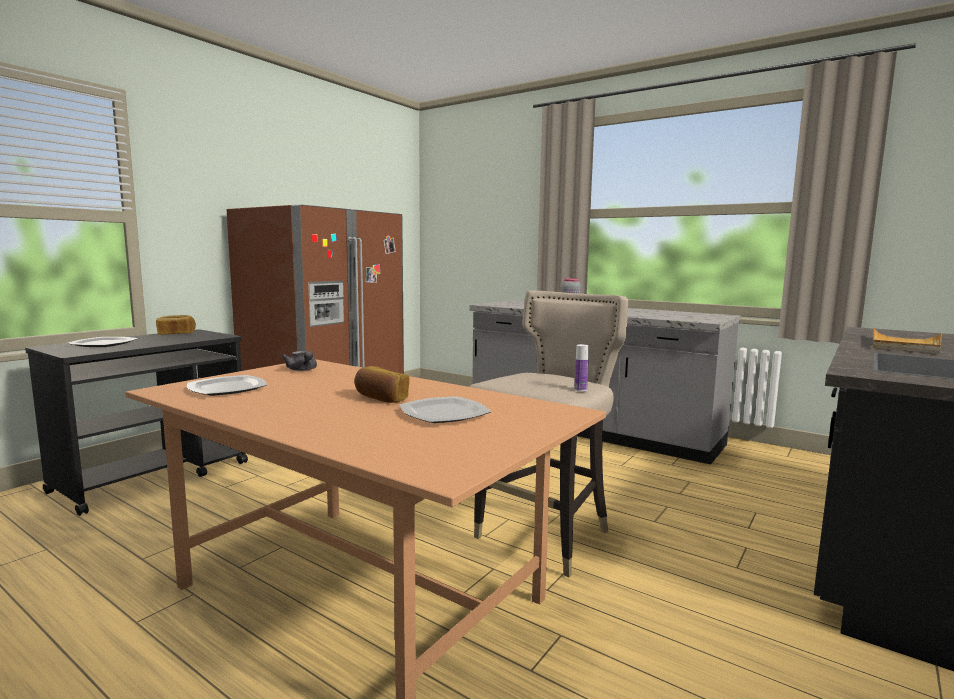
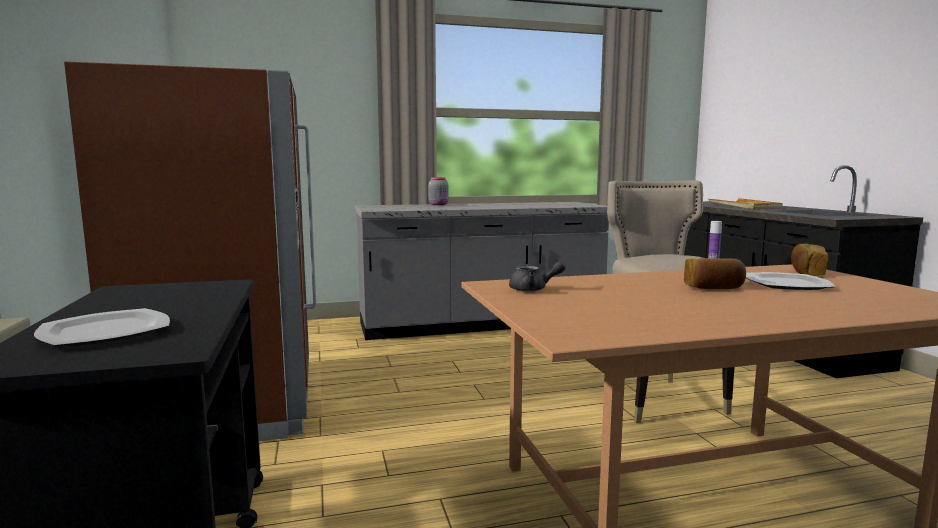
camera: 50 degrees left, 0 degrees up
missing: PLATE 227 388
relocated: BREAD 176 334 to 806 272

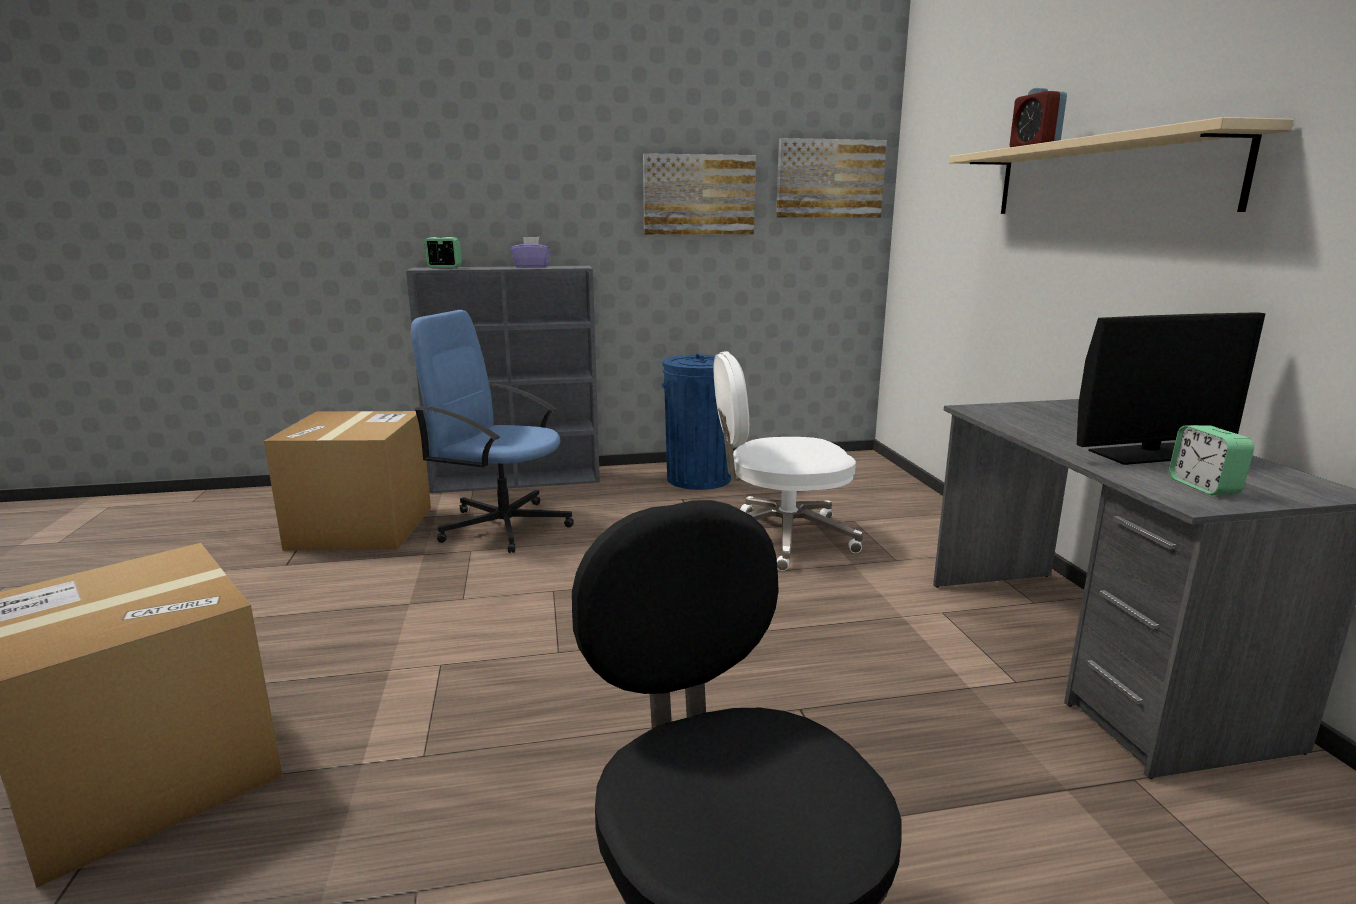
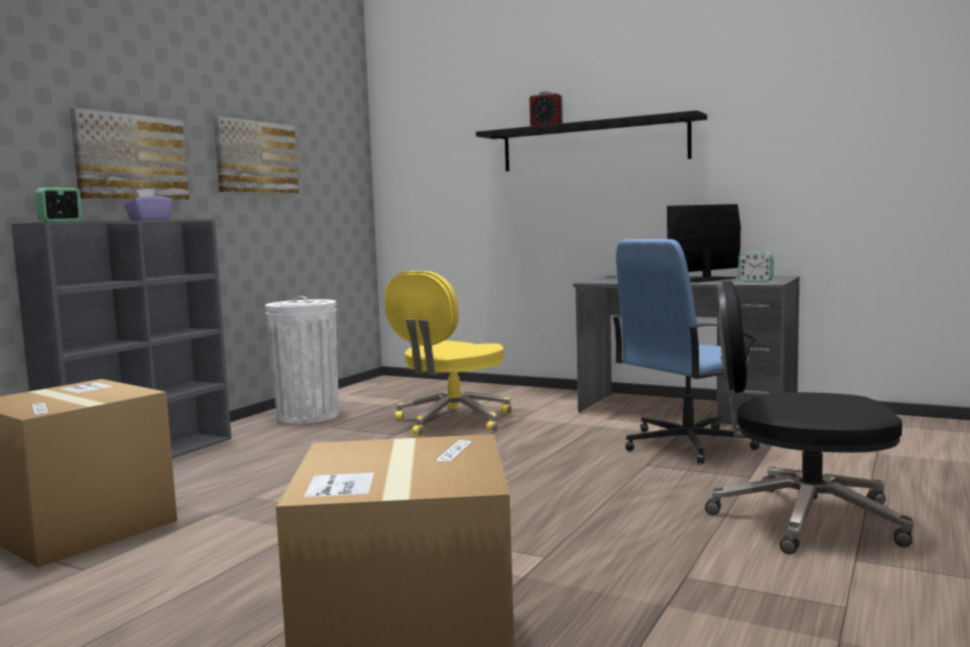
camera: 50 degrees left, 10 degrees down
relocated: WALL ART 829 179 to 131 157; BLUISH DESK CHAIR 503 525 to 685 444
colour: SAND-COLOURED WALL SHELF 1104 178 to BLACK WALL SHELF 593 145; WHITE DESK CHAIR 780 538 to YELLOW DESK CHAIR 452 422; BLUISH WASTE BIN 698 478 to WHITE WASTE BIN 308 415
spun: COMPUTER DISPLAY 1149 454 = 706 279 150 degrees counterclockwise

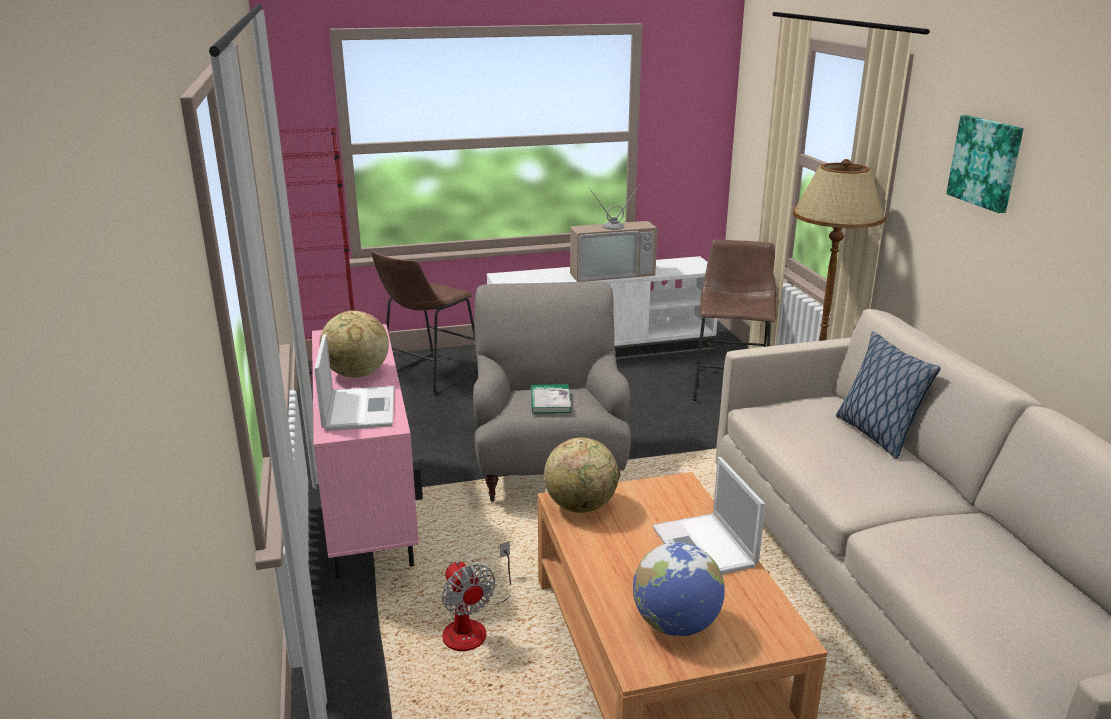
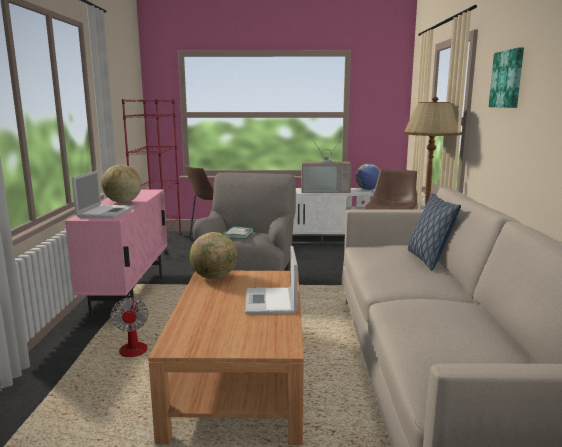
camera: 15 degrees right, 10 degrees down
relocated: DESK GLOBE 675 624 to 368 189

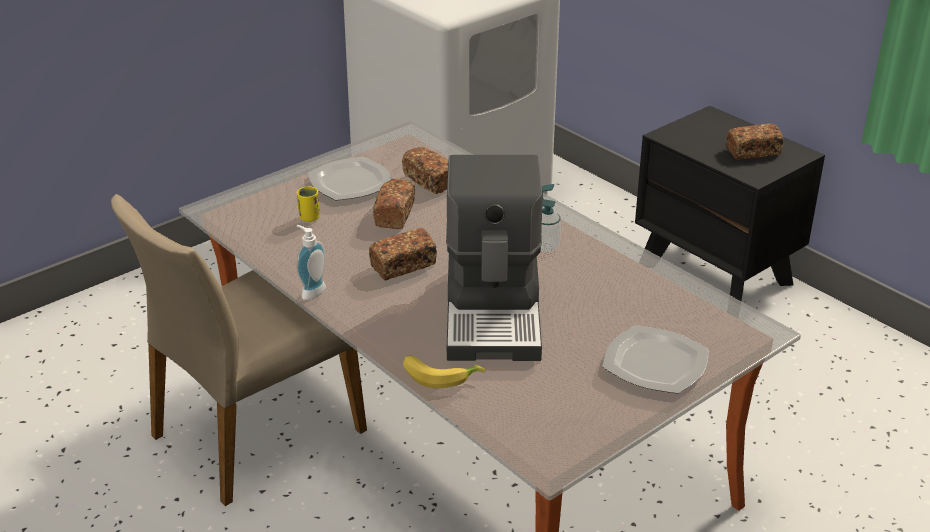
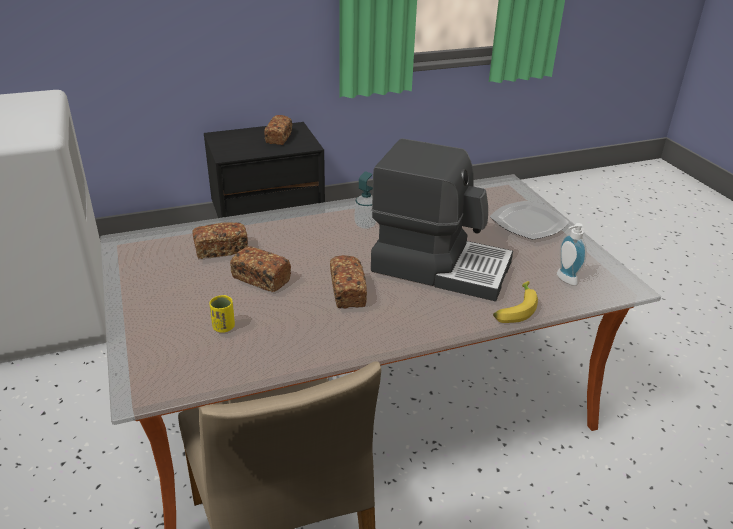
camera: 70 degrees left, 0 degrees up
missing: PLATE 350 182
relocated: SOAP DISPENSER 311 291 to 564 279

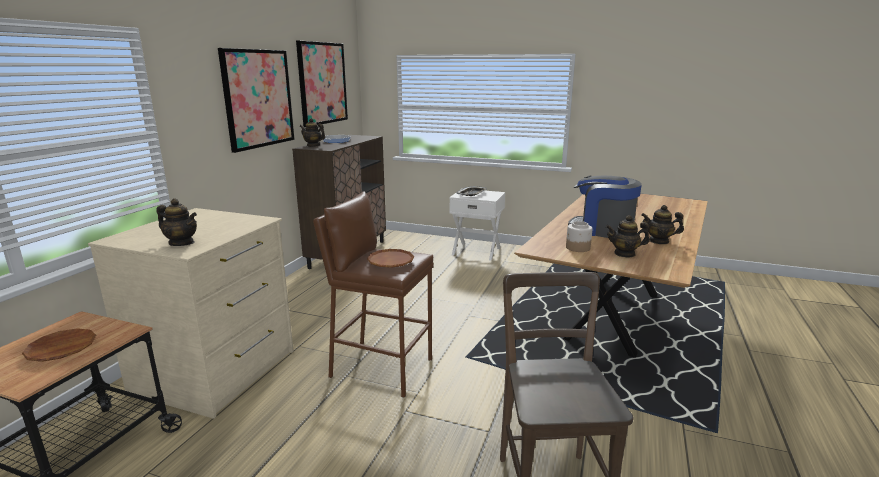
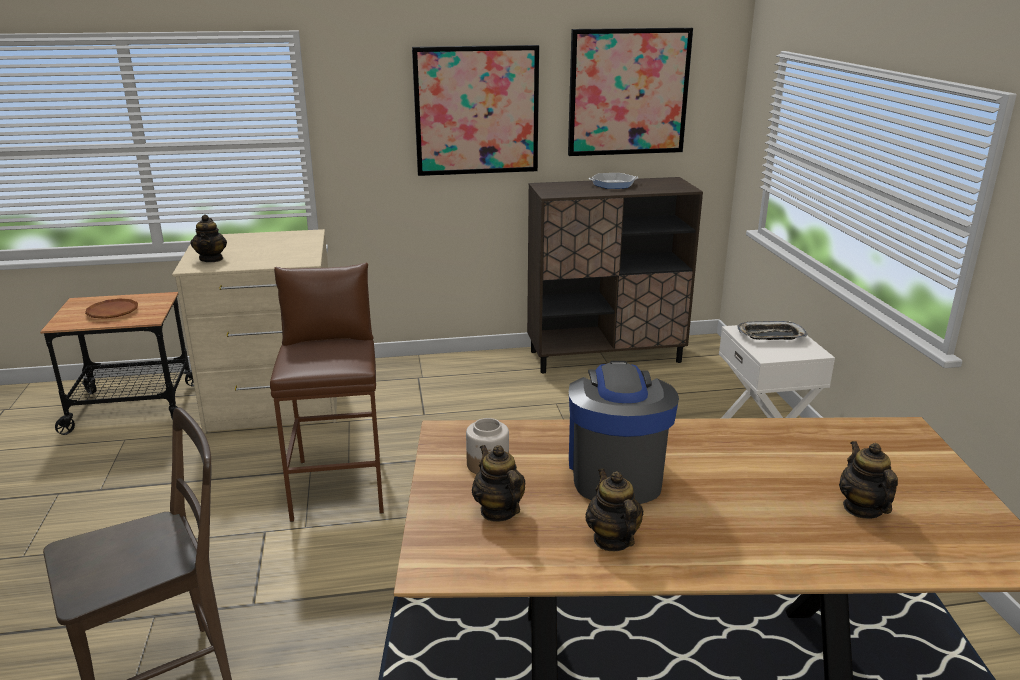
camera: 60 degrees right, 5 degrees up
missing: BROWNISH PLATE 390 261
relocated: TEAPOT 313 145 to 862 508

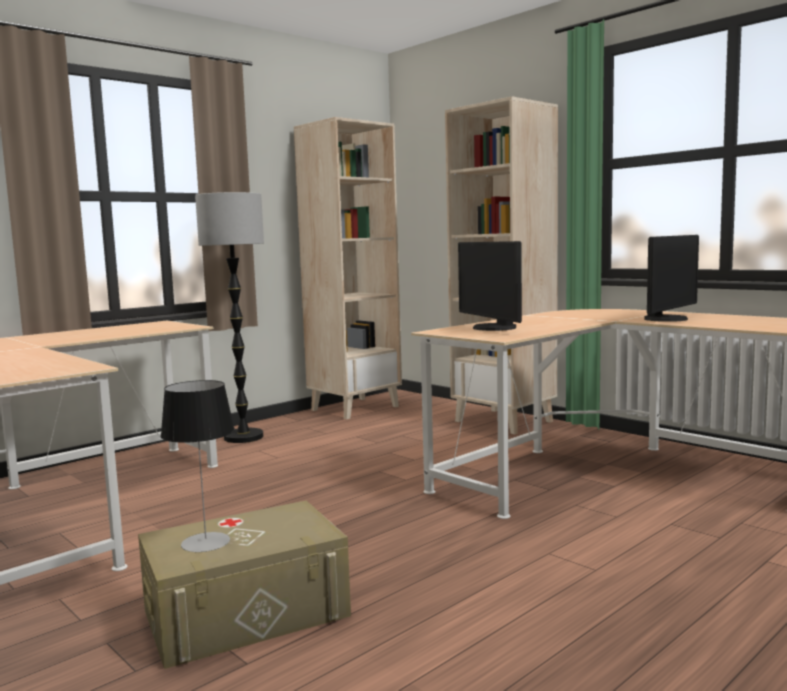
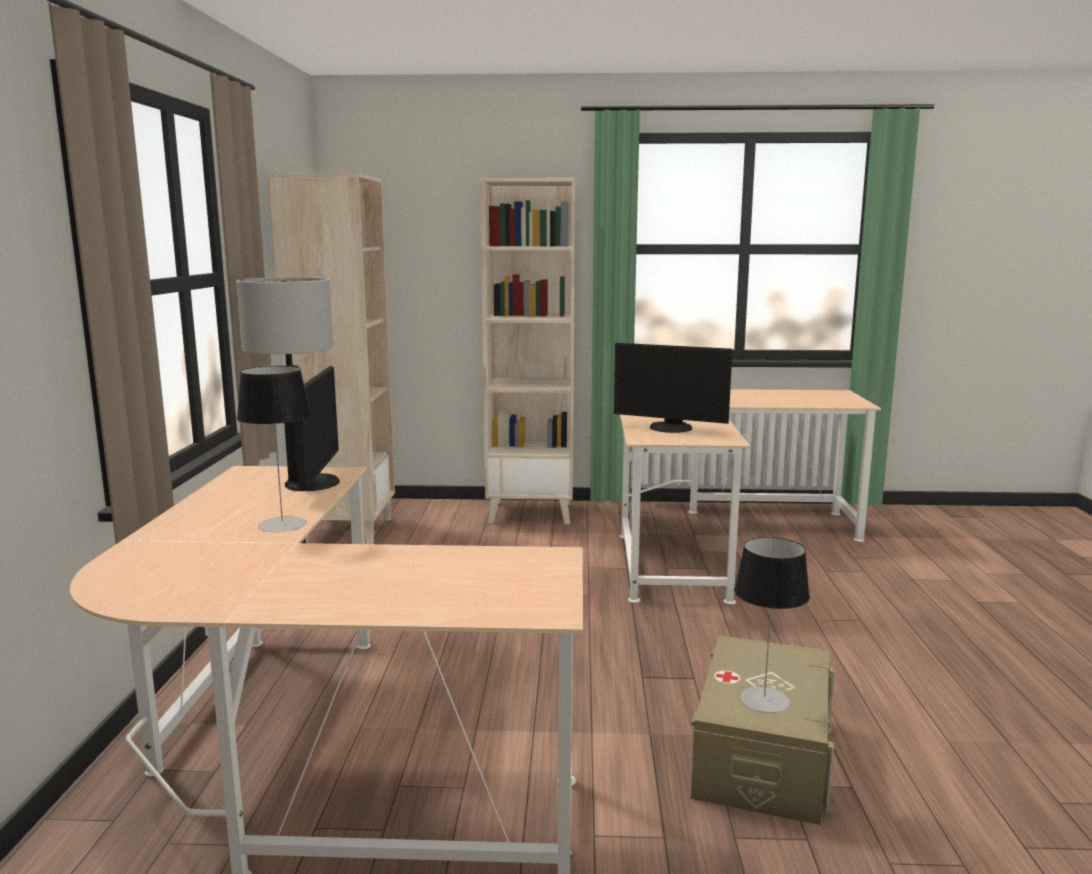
camera: 45 degrees left, 5 degrees up
appeared: TABLE LAMP 282 525
relocated: COMPUTER DISPLAY 668 319 to 315 483

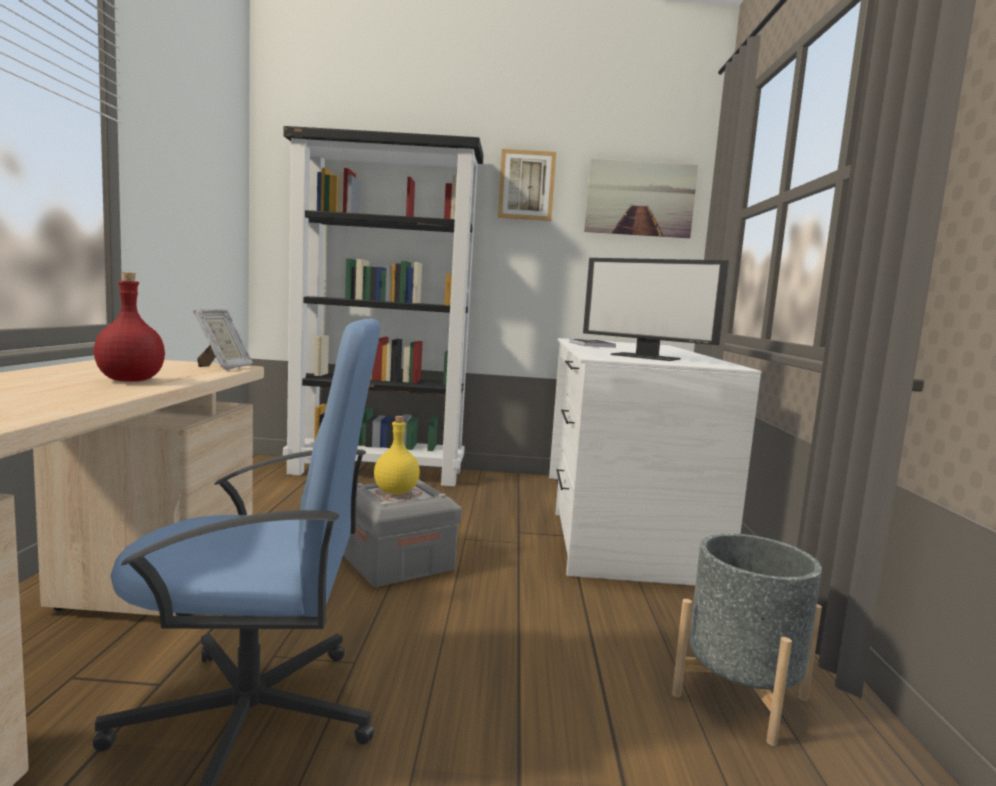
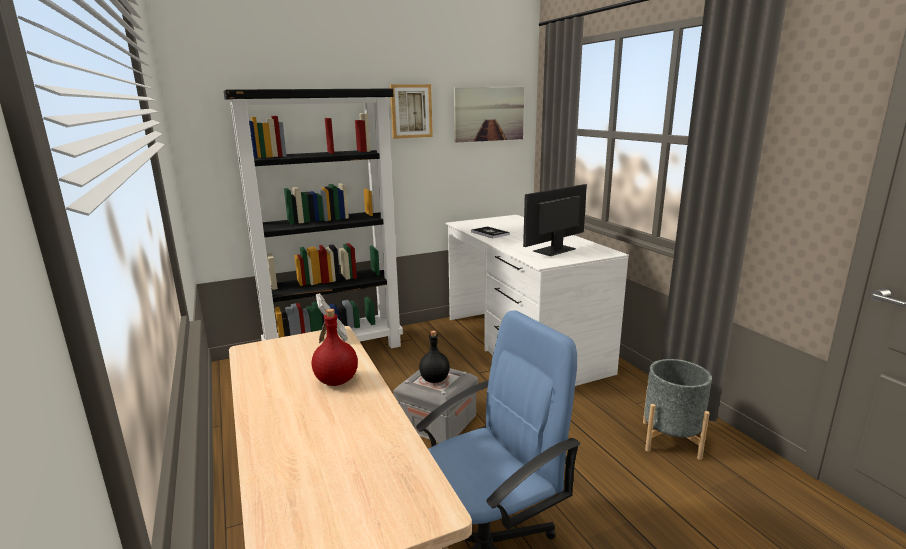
camera: 25 degrees left, 10 degrees up
colour: YELLOW BEVERAGE BOTTLE 396 492 to BLACK BEVERAGE BOTTLE 435 379
spun: COMPUTER DISPLAY 646 357 = 554 250 135 degrees clockwise

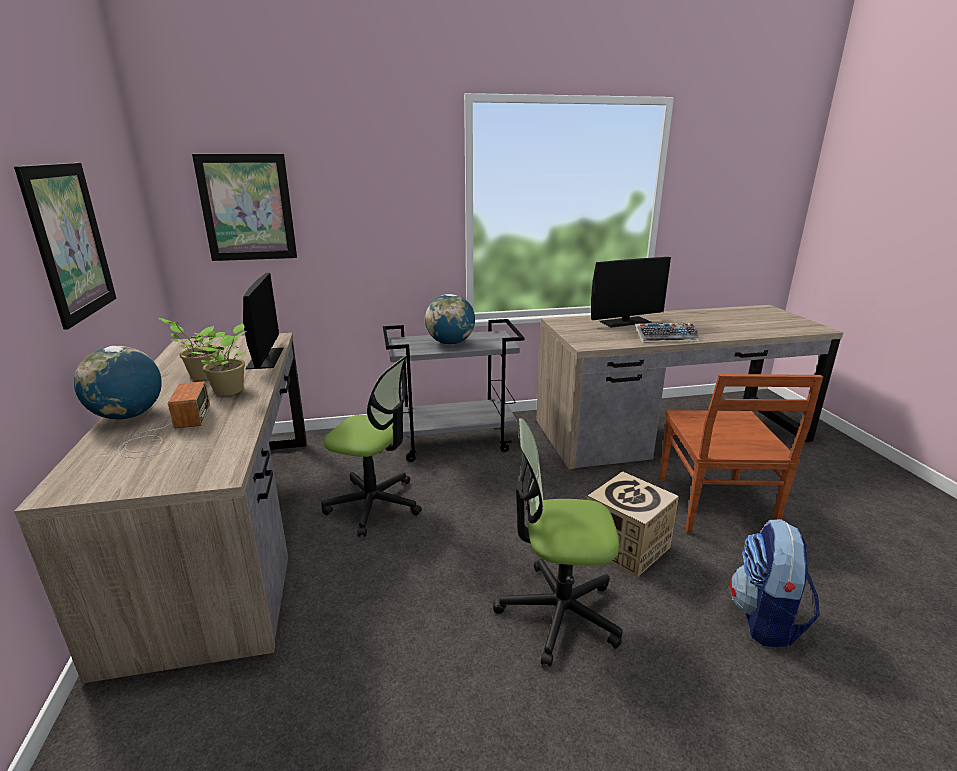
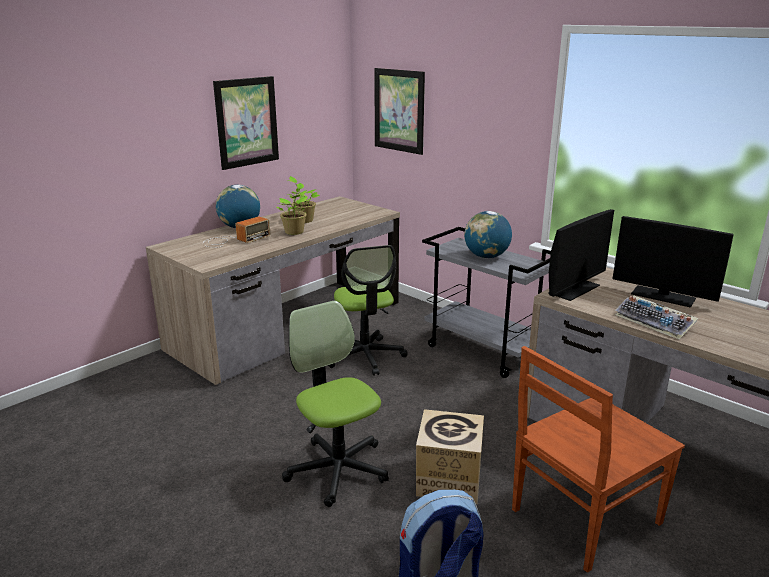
camera: 55 degrees right, 0 degrees up
relocated: COMPUTER DISPLAY 265 358 to 574 289

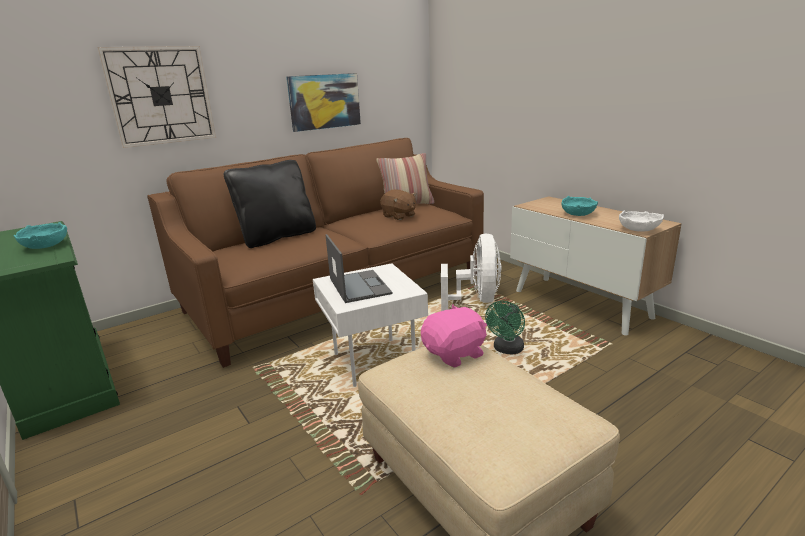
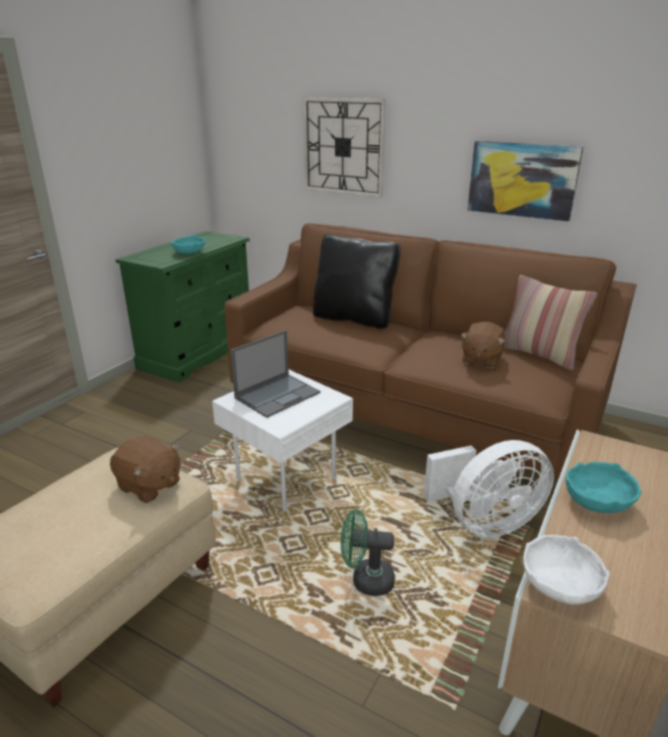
camera: 65 degrees right, 5 degrees up
colour: PINK-COLOURED PLUSH TOY 455 354 to BROWNISH PLUSH TOY 149 486

